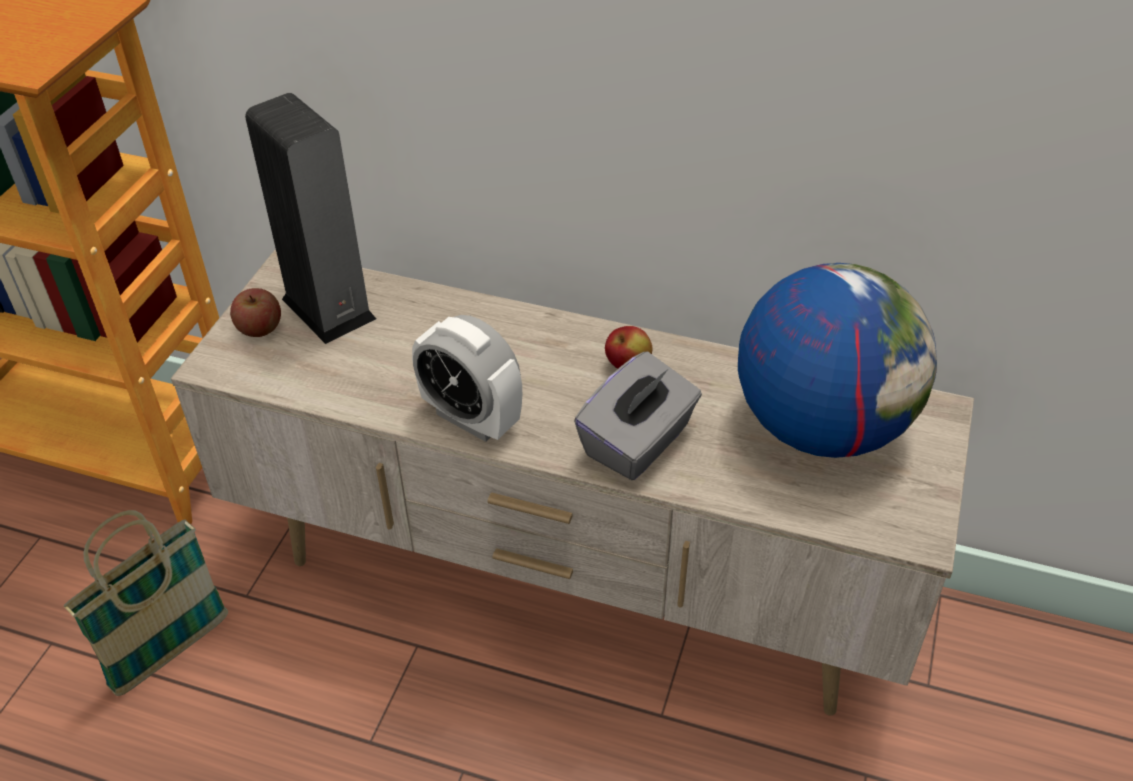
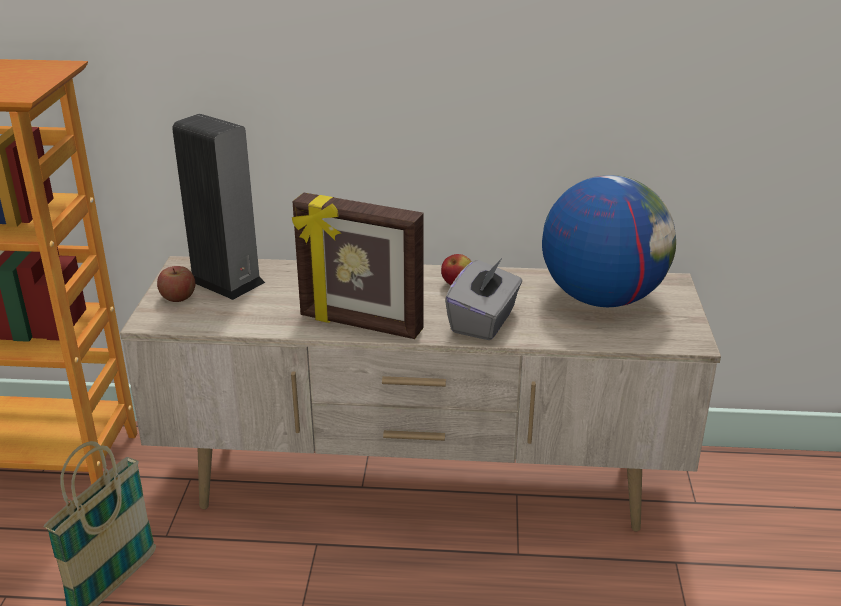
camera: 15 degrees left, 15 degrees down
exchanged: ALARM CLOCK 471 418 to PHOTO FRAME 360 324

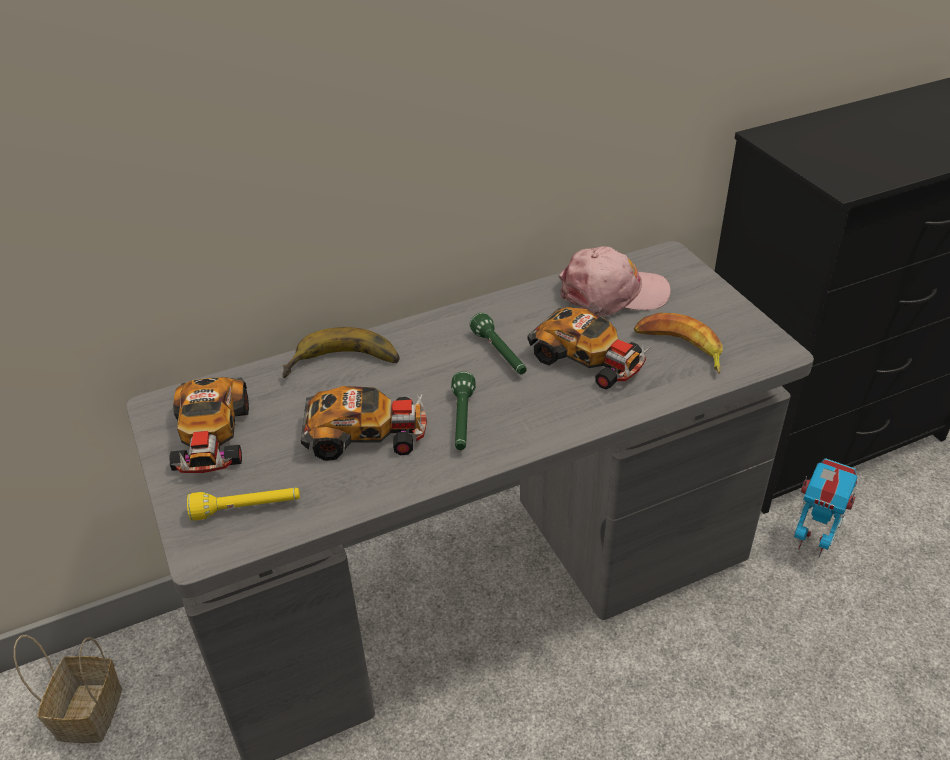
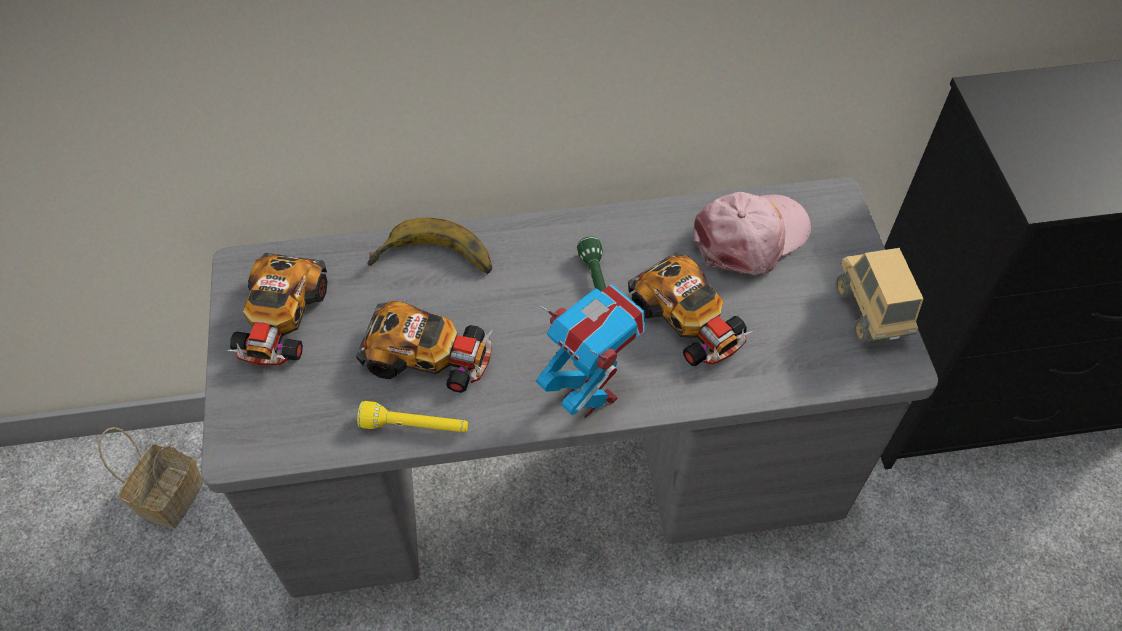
camera: 15 degrees right, 15 degrees up
missing: BANANA FRUIT 679 348; GREEN FLASHLIGHT 462 421
appeared: MODEL TRUCK 870 313
relocated: MODEL ROBOT 812 543 to 588 395; YELLOW FLASHLIGHT 247 509 to 415 426
spun: PINK-COLOURED CAP 613 293 = 751 237 45 degrees counterclockwise

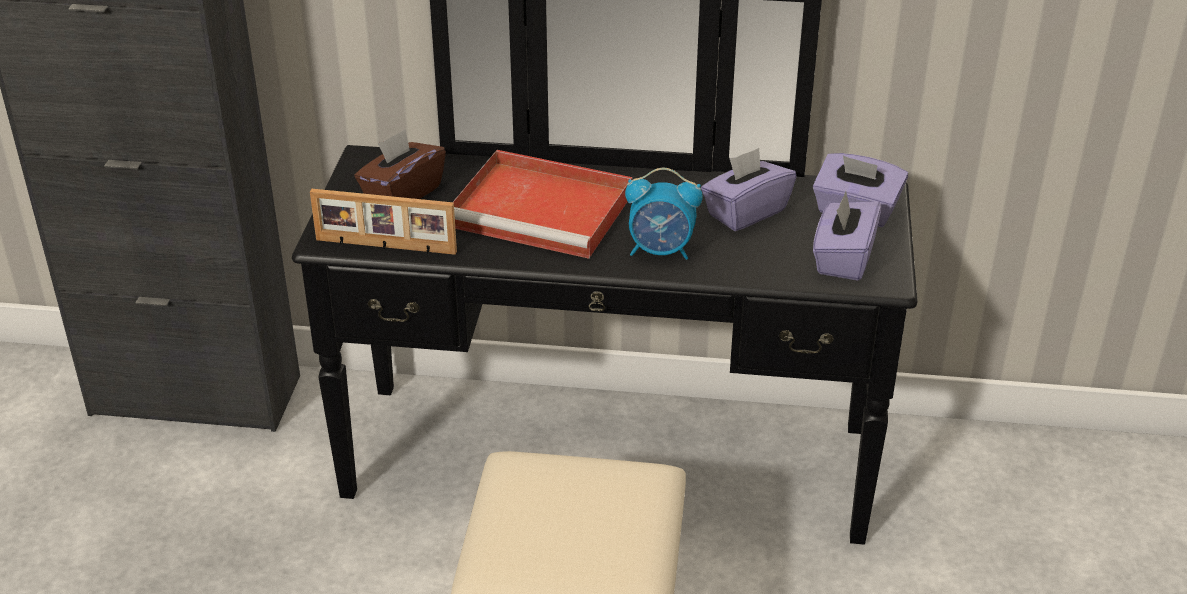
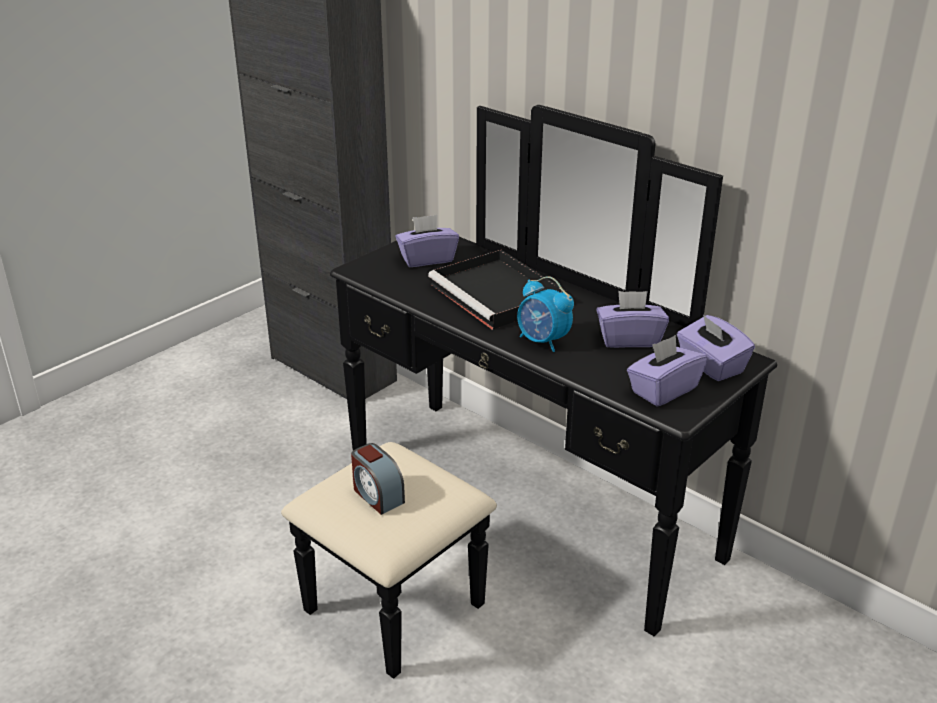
camera: 35 degrees right, 5 degrees down
missing: PHOTO FRAME 385 247
appeared: ALARM CLOCK 377 495
colour: BROWNISH BOX OF TISSUES 402 194 to PURPLISH BOX OF TISSUES 427 259; RED-COLOURED SERVING TRAY 545 210 to BLACK SERVING TRAY 499 295

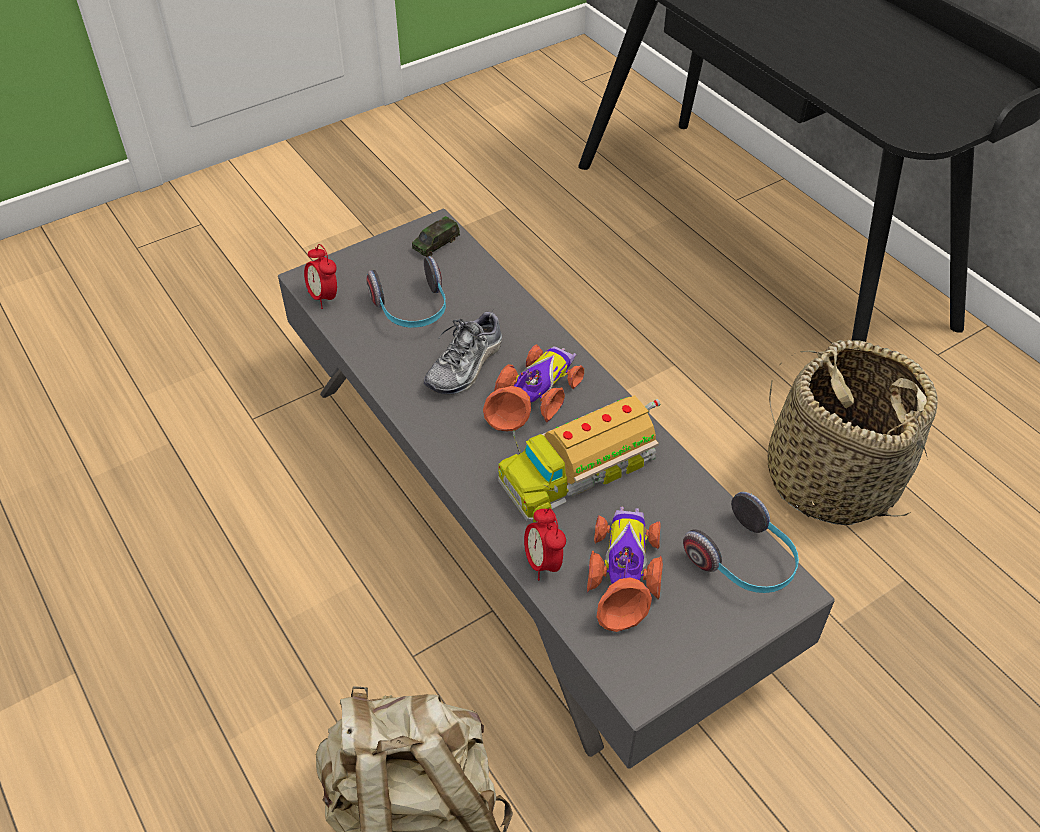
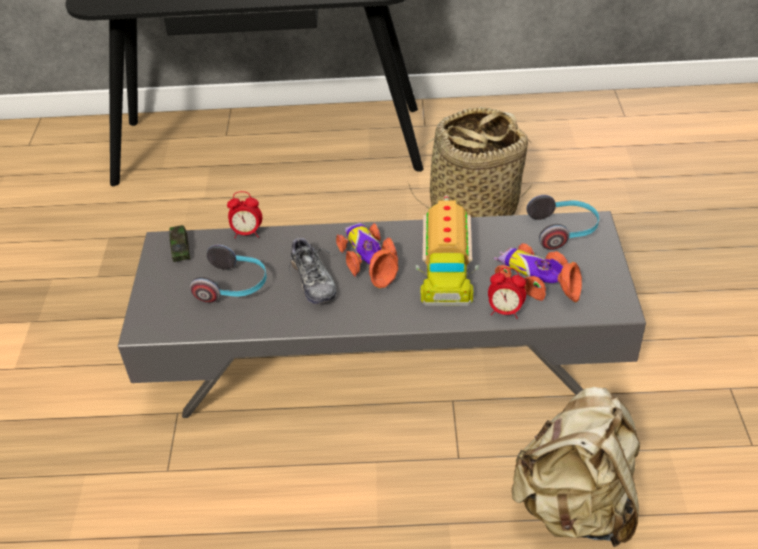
camera: 55 degrees left, 5 degrees down
relocated: ALARM CLOCK 324 297 to 247 233

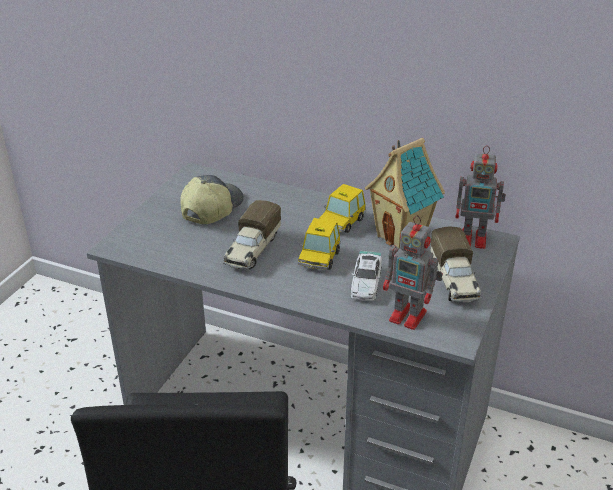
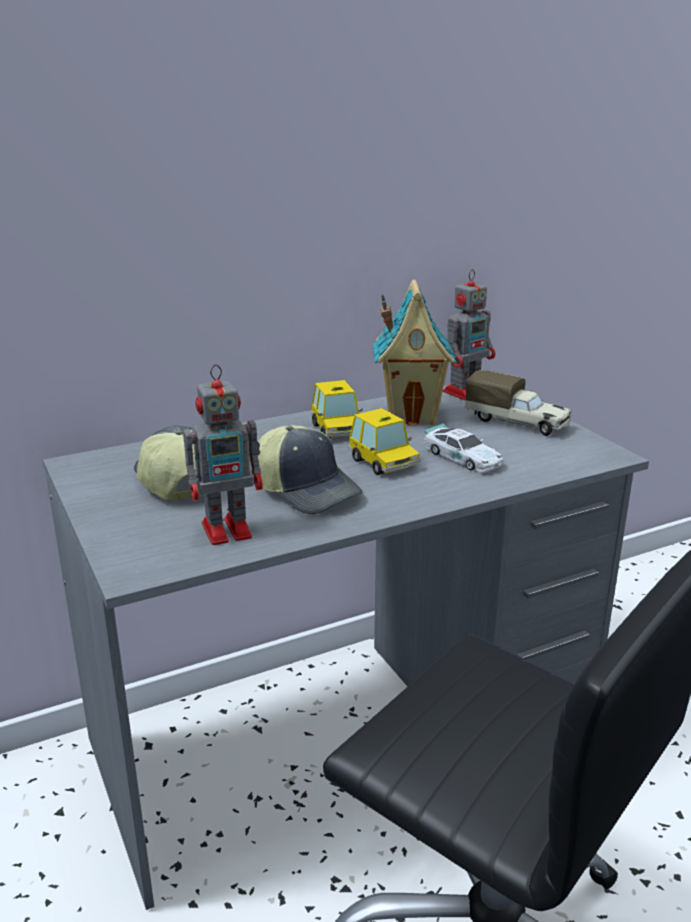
camera: 50 degrees left, 10 degrees down
relocated: MODEL ROBOT 409 316 to 229 529
exchanged: MODEL TRUCK 252 250 to CAP 307 490

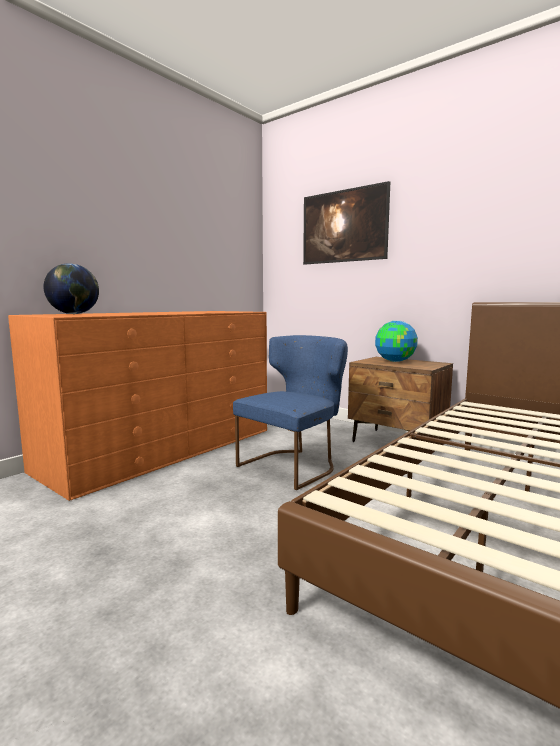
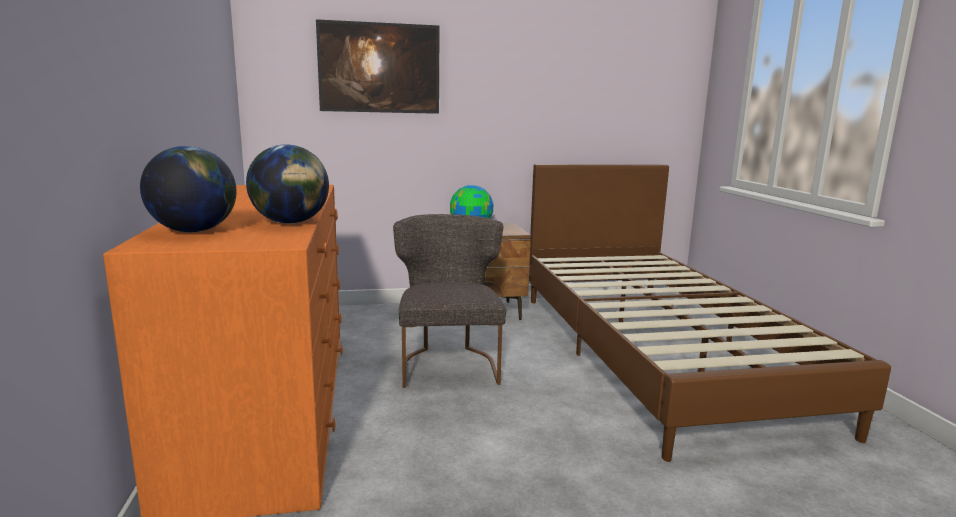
camera: 50 degrees left, 5 degrees up
appeared: DESK GLOBE 291 222
colour: BLUISH CHAIR 294 465 to GREY CHAIR 448 364

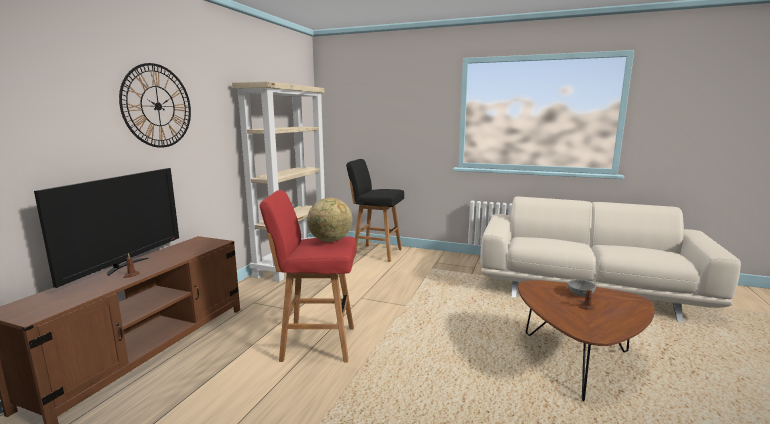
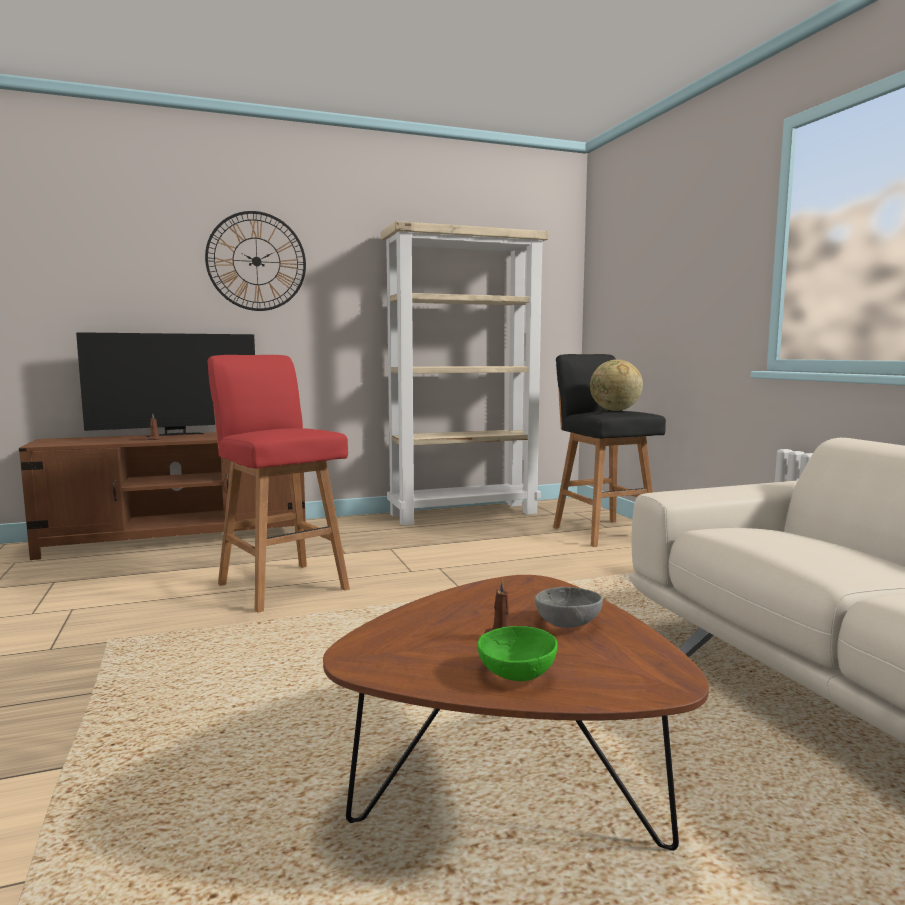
camera: 50 degrees right, 5 degrees down
appeared: GREEN BOWL 516 674
relocated: DESK GLOBE 330 241 to 615 410

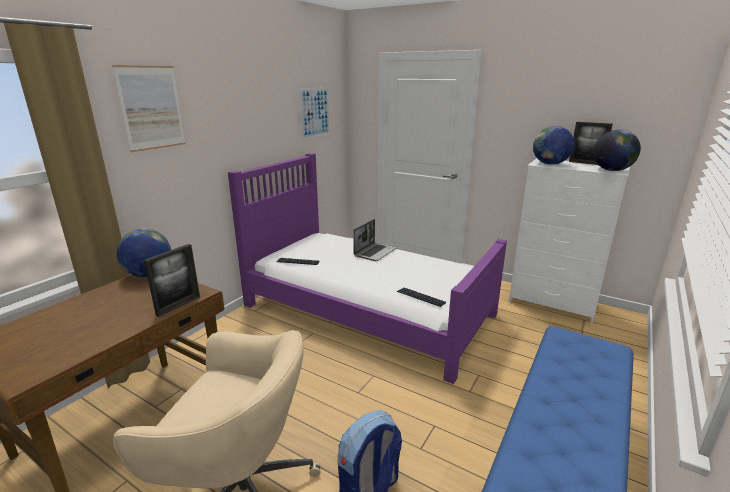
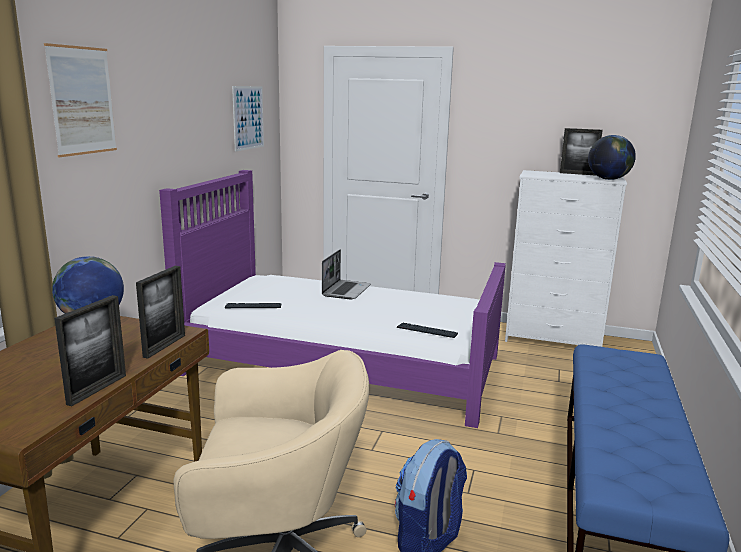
camera: 15 degrees left, 5 degrees down
missing: DESK GLOBE 550 164
appeared: PHOTO FRAME 97 389

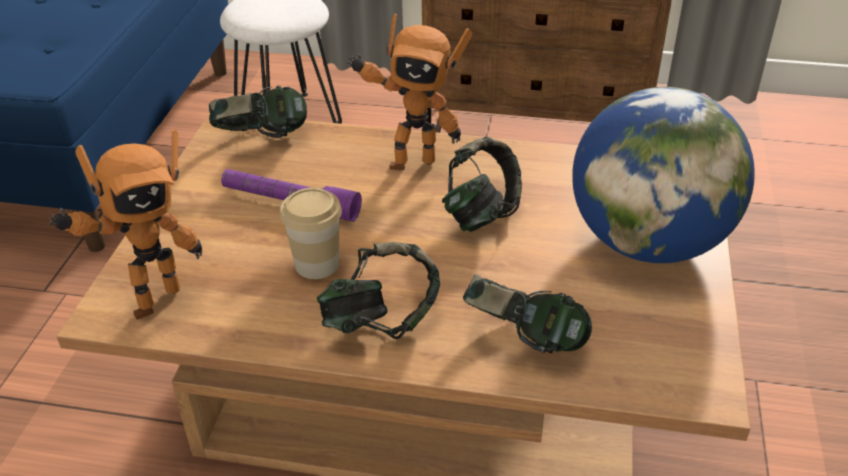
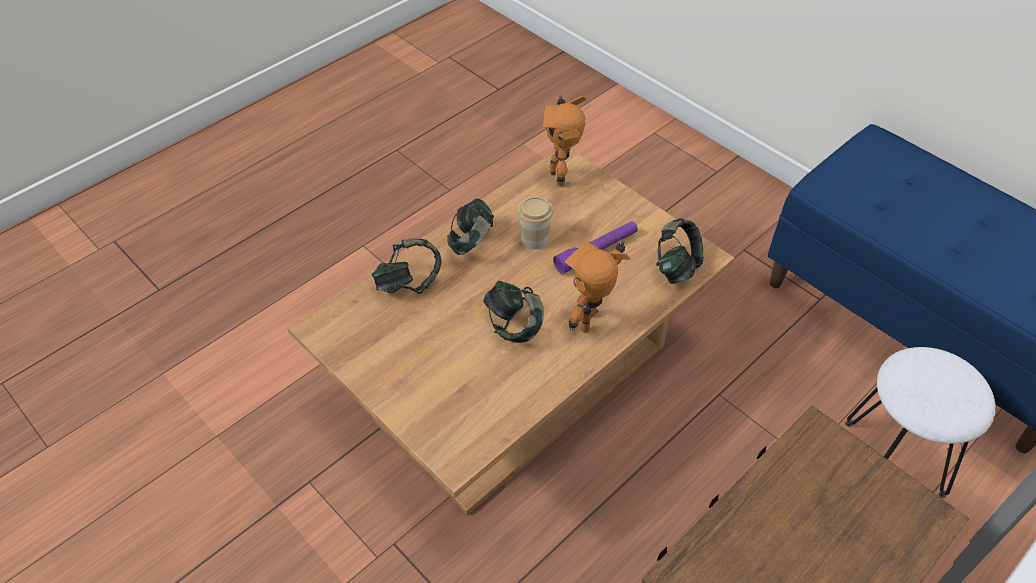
camera: 125 degrees right, 10 degrees up
missing: DESK GLOBE 647 242

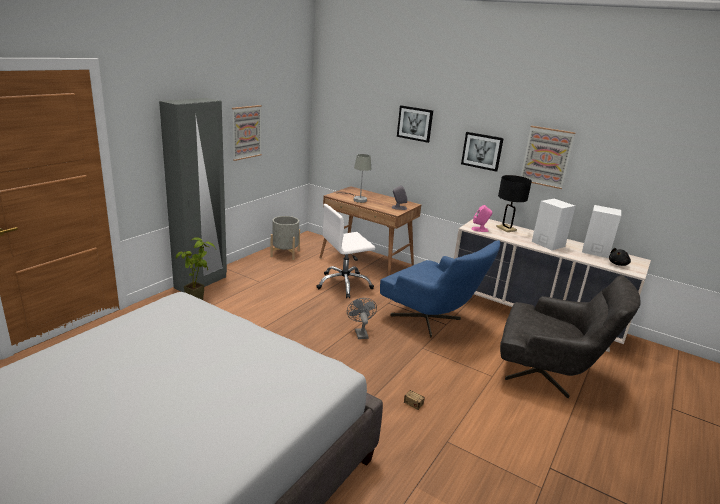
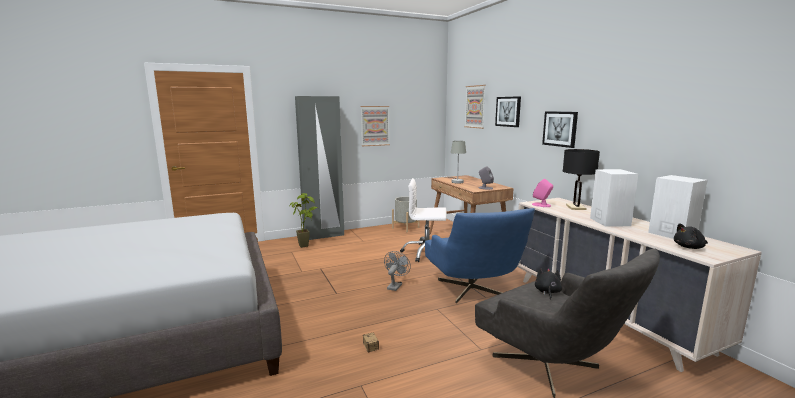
camera: 35 degrees right, 10 degrees down
appeared: BLACK PLUSH TOY 547 292
relocated: WALL ART 546 157 to 475 106

